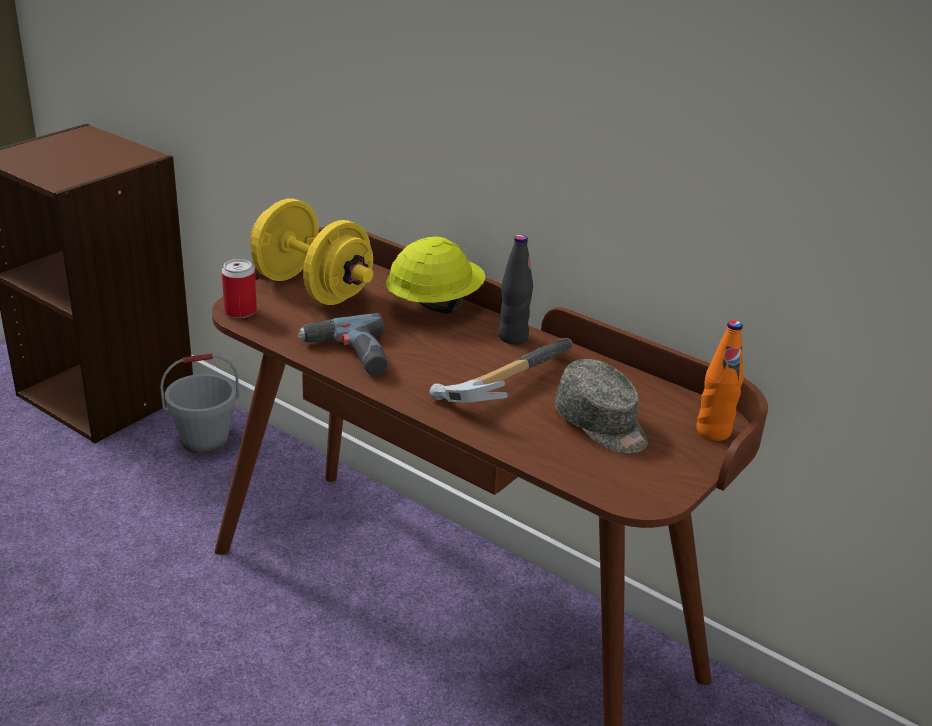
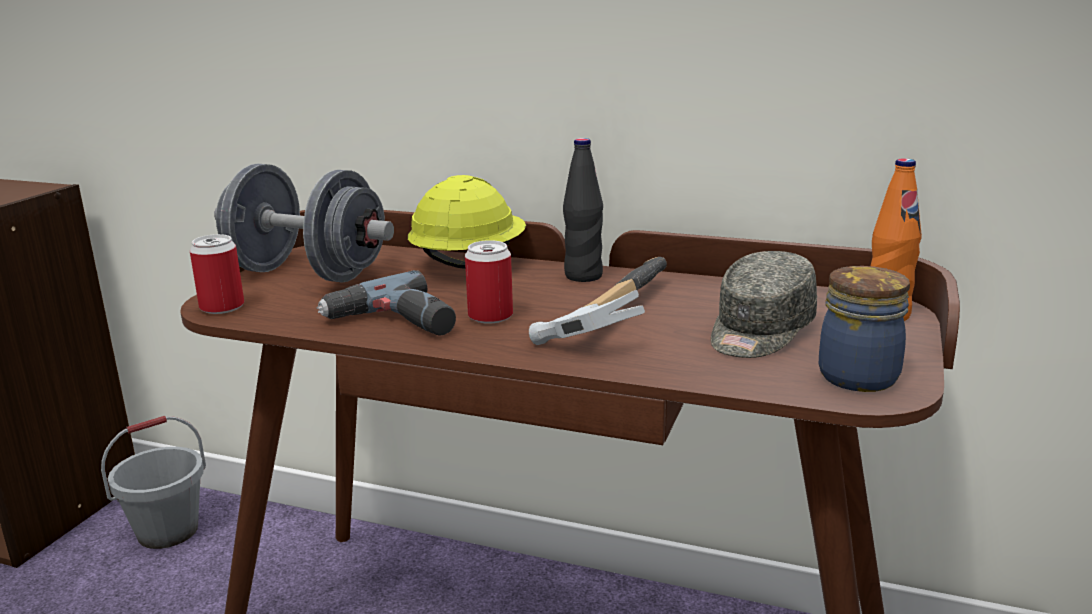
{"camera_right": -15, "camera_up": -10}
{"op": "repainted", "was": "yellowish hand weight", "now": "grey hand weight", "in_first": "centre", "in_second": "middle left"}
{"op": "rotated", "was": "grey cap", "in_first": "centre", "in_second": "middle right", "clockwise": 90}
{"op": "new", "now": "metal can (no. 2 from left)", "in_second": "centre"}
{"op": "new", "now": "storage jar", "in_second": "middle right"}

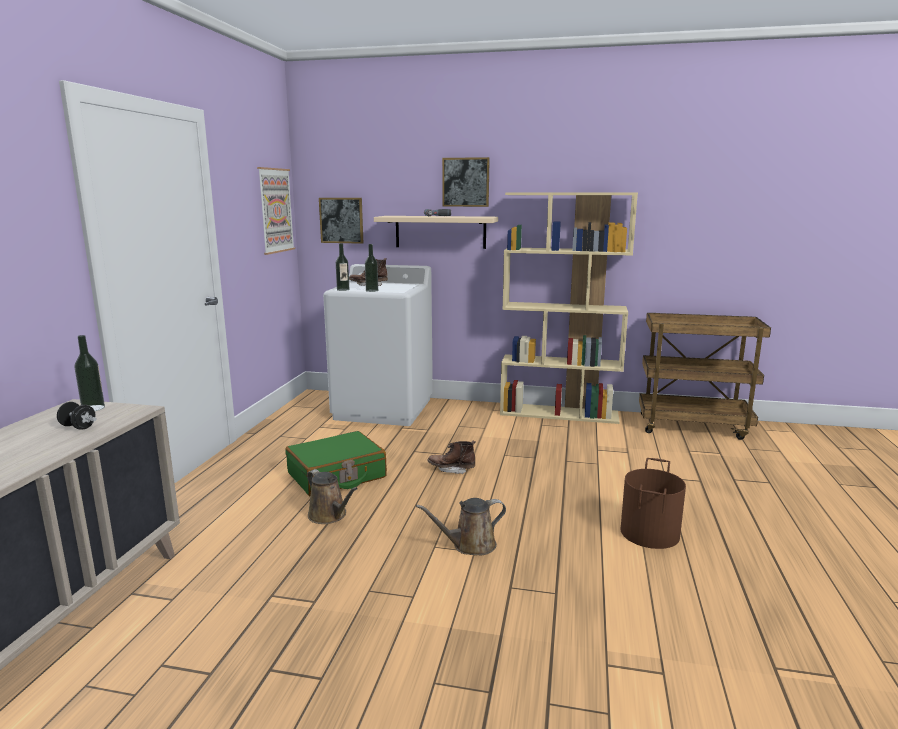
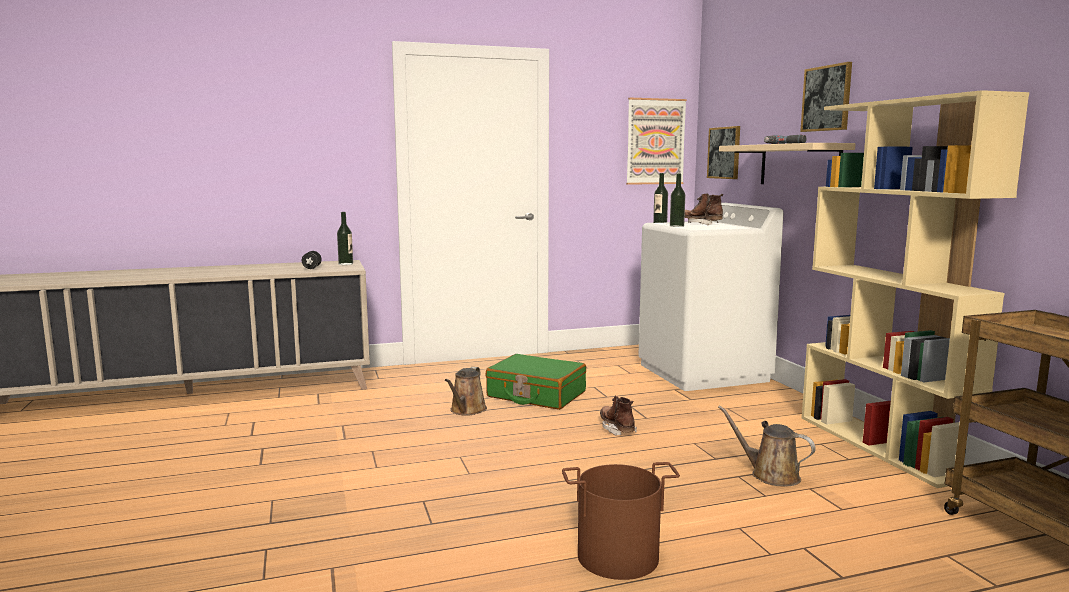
{"camera_right": 60, "camera_up": -5}
{"op": "shifted", "was": "brown sprinkling can (no. 2 from left)", "in_first": "bottom centre", "in_second": "bottom right"}

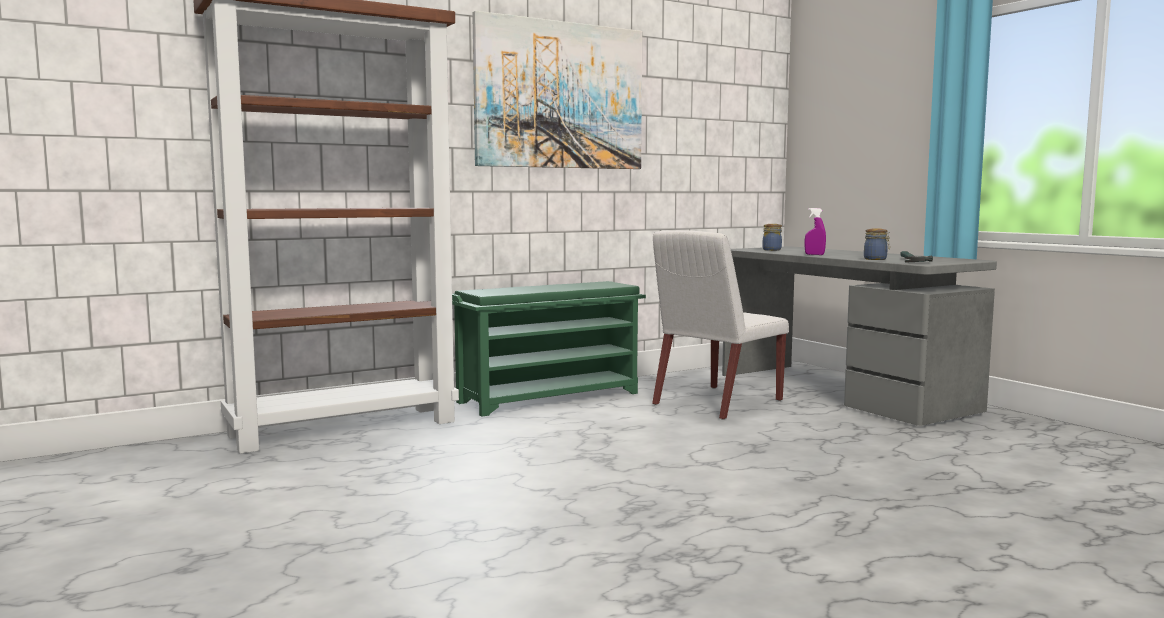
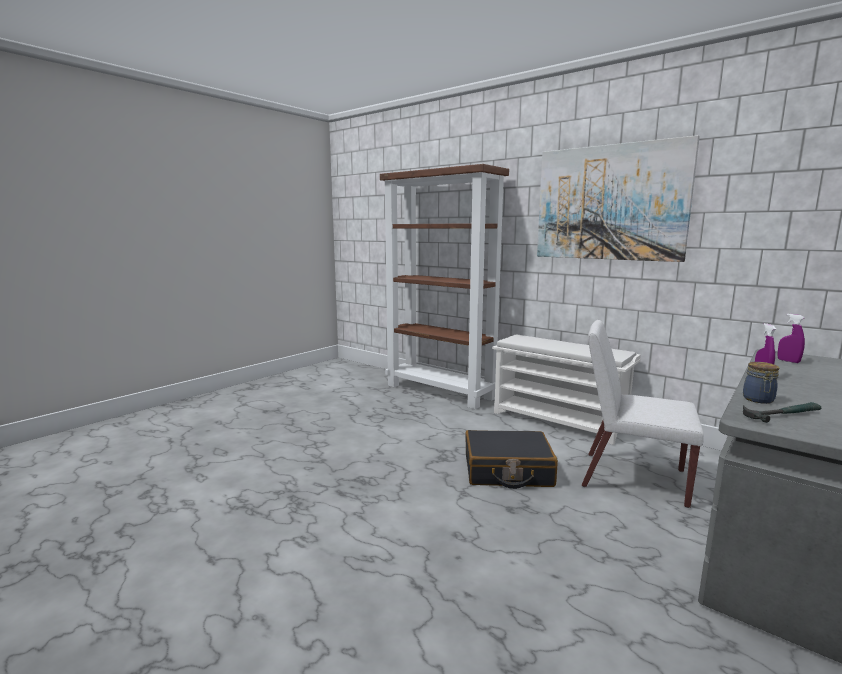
{"camera_right": 70, "camera_up": 5}
{"op": "repainted", "was": "green-coloured shoe rack", "now": "whitish shoe rack", "in_first": "centre", "in_second": "middle right"}
{"op": "swapped", "was": "storage jar (no. 1 from left)", "now": "purplish hand sprayer (no. 2 from left)", "in_first": "centre", "in_second": "middle right"}
{"op": "new", "now": "black piece of luggage", "in_second": "bottom centre"}

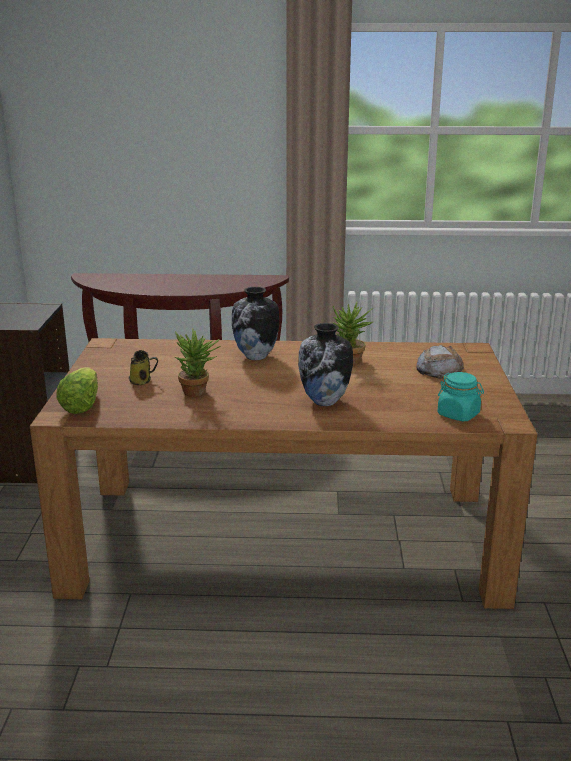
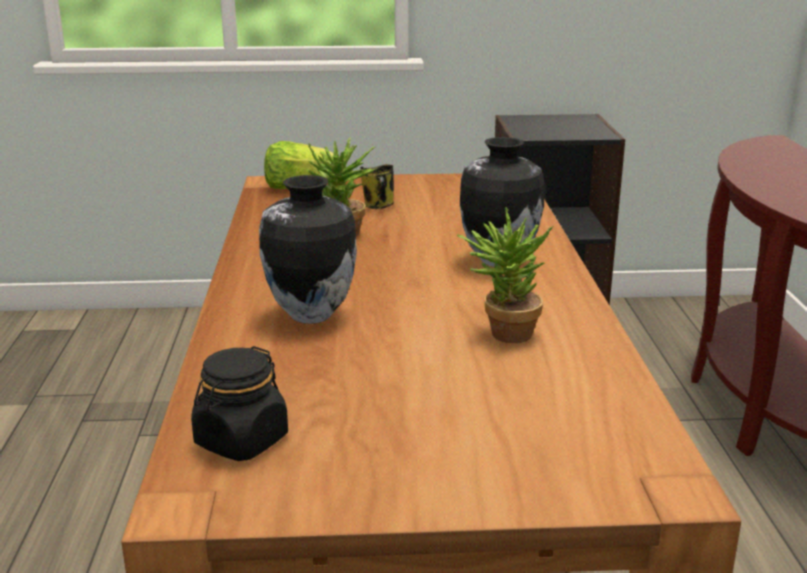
{"camera_right": 85, "camera_up": 0}
{"op": "gone", "was": "baked bread", "in_first": "middle right"}
{"op": "repainted", "was": "blue-green storage jar", "now": "black storage jar", "in_first": "middle right", "in_second": "bottom left"}

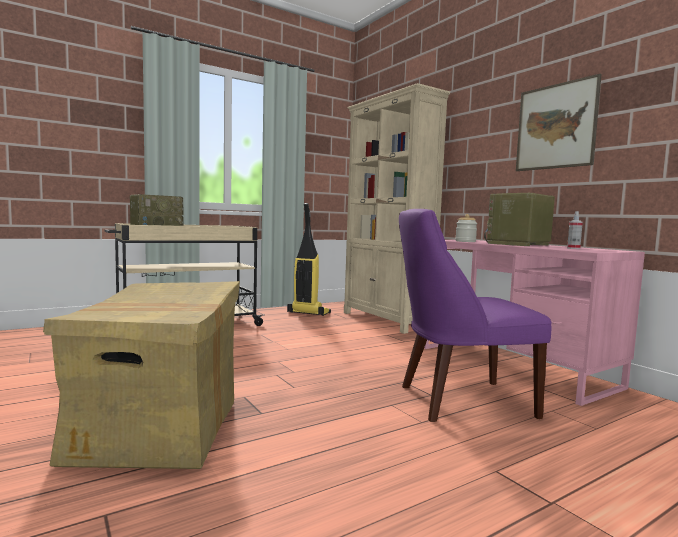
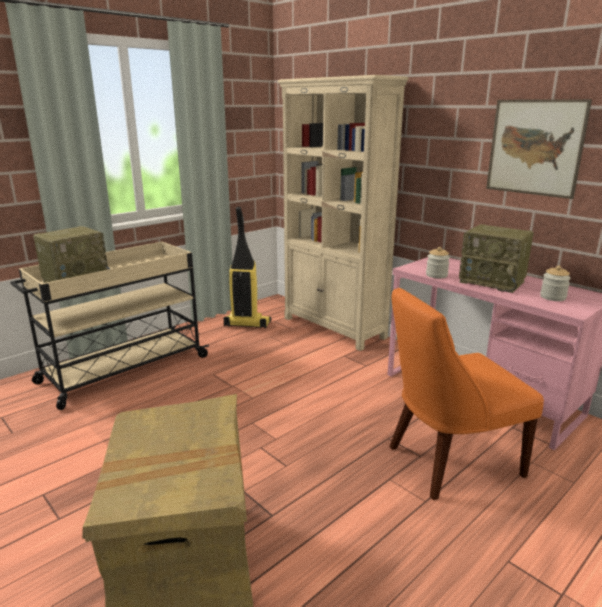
{"camera_right": -10, "camera_up": 15}
{"op": "repainted", "was": "purplish plain chair", "now": "orange-coloured plain chair", "in_first": "middle right", "in_second": "middle right"}
{"op": "rotated", "was": "radio receiver (no. 2 from left)", "in_first": "middle right", "in_second": "middle right", "clockwise": -90}
{"op": "swapped", "was": "hand sprayer", "now": "storage jar (no. 2 from left)", "in_first": "middle right", "in_second": "middle right"}

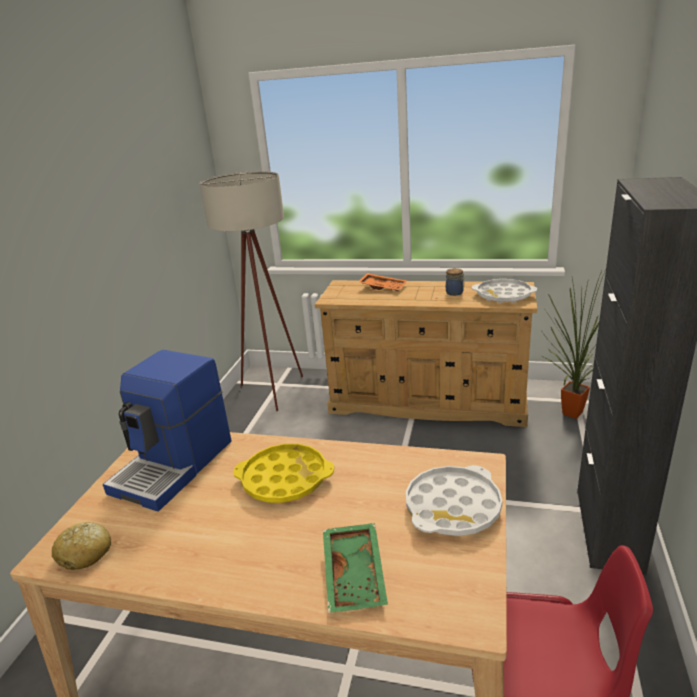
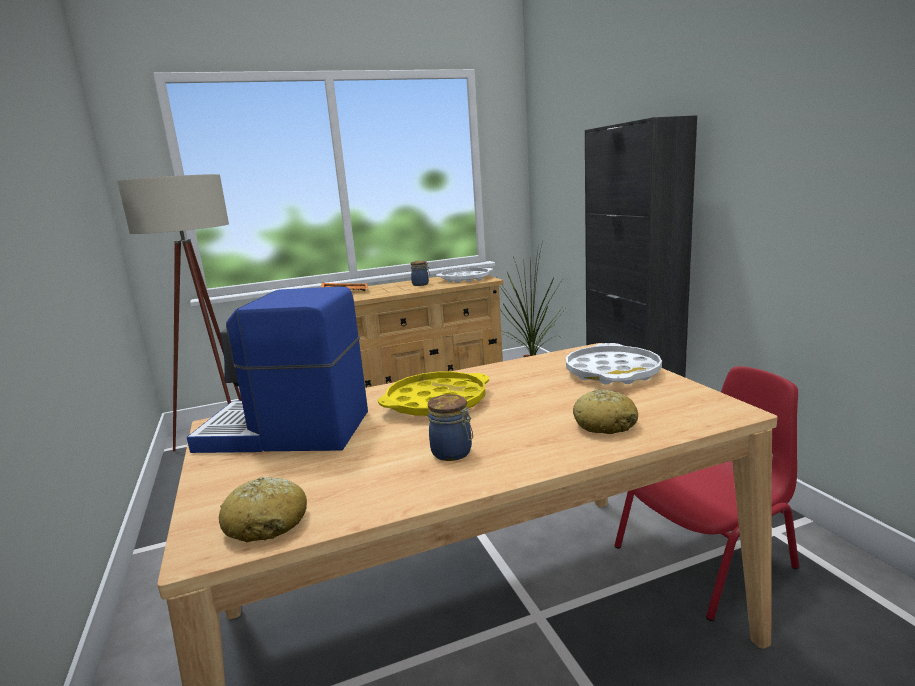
{"camera_right": -35, "camera_up": -10}
{"op": "rotated", "was": "coffee machine", "in_first": "middle left", "in_second": "middle left", "clockwise": 105}
{"op": "swapped", "was": "green-coloured carrying tray", "now": "baked bread (no. 2 from left)", "in_first": "bottom centre", "in_second": "centre"}
{"op": "new", "now": "storage jar (no. 2 from left)", "in_second": "centre"}

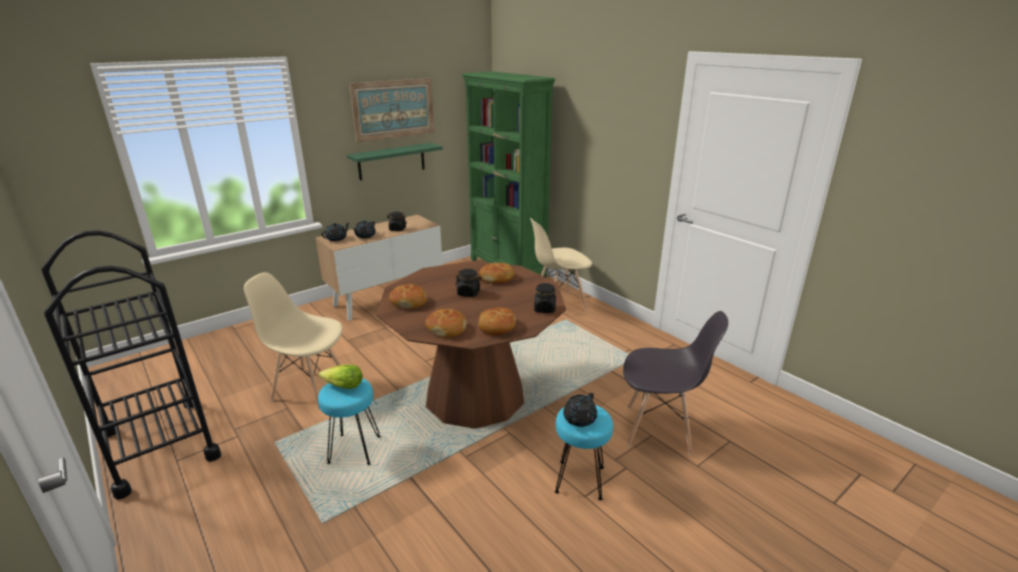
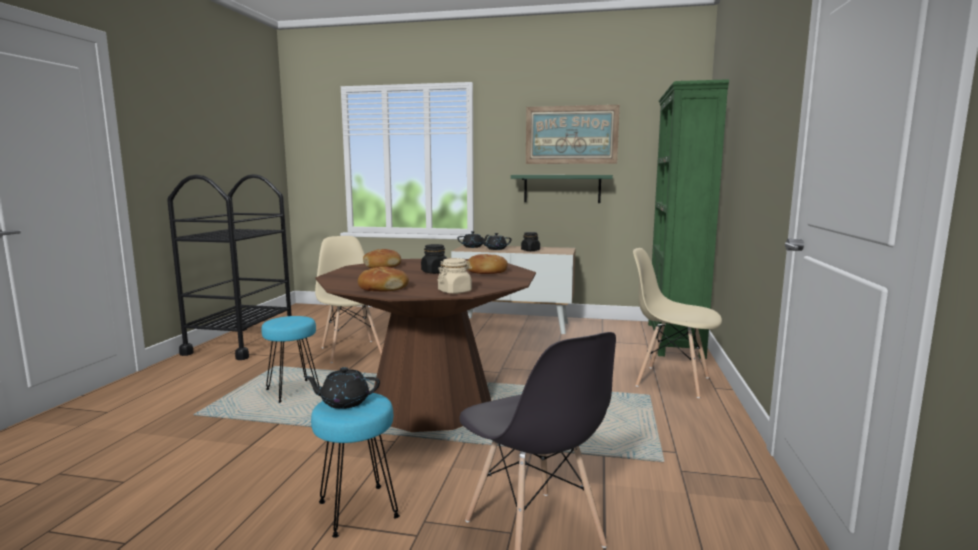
{"camera_right": 50, "camera_up": -15}
{"op": "gone", "was": "lettuce", "in_first": "centre"}
{"op": "gone", "was": "baked bread (no. 2 from left)", "in_first": "centre"}
{"op": "repainted", "was": "black storage jar (no. 3 from left)", "now": "beige storage jar", "in_first": "centre", "in_second": "centre"}

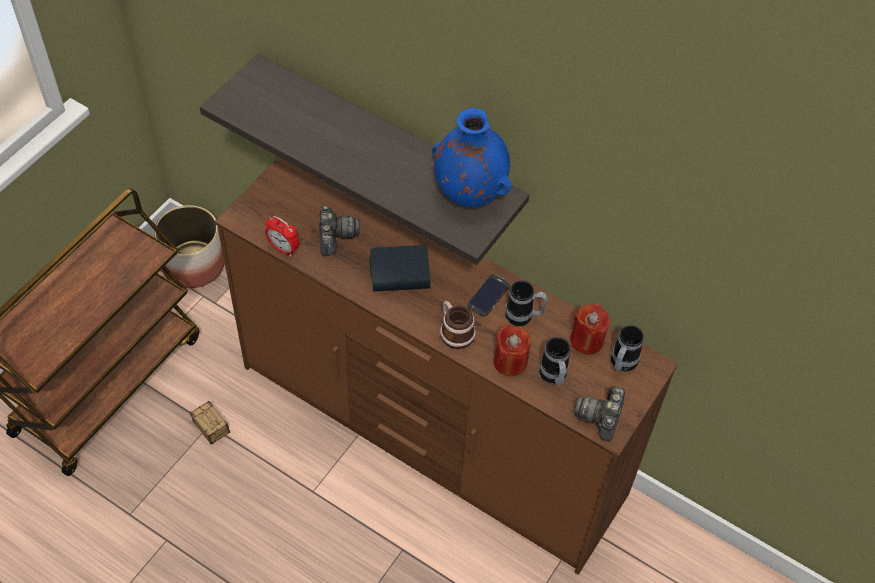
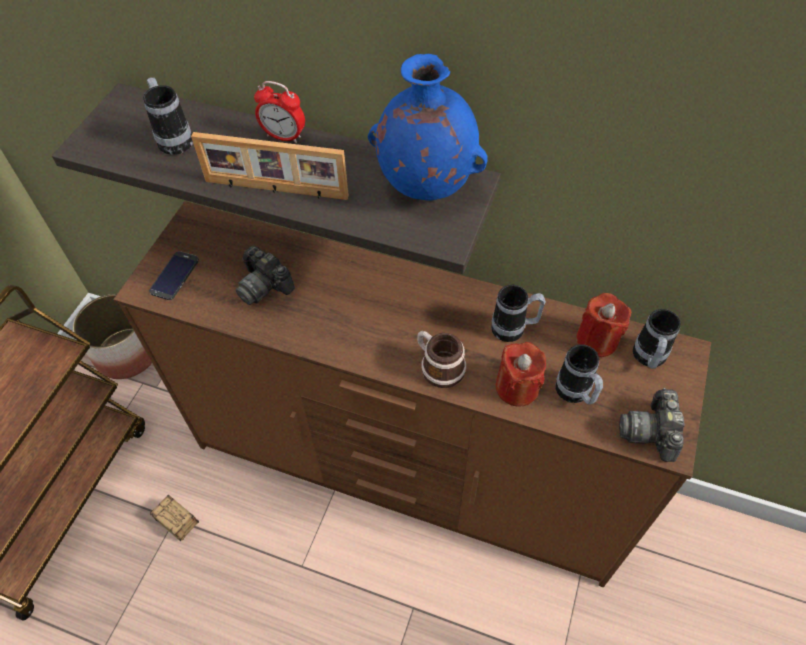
{"camera_right": -10, "camera_up": 0}
{"op": "shifted", "was": "table clock", "in_first": "middle left", "in_second": "top centre"}
{"op": "rotated", "was": "photo camera (no. 1 from left)", "in_first": "centre", "in_second": "middle left", "clockwise": 150}
{"op": "gone", "was": "bound book", "in_first": "centre"}
{"op": "shifted", "was": "telephone", "in_first": "centre", "in_second": "middle left"}
{"op": "new", "now": "coffee mug (no. 1 from left)", "in_second": "top left"}
{"op": "new", "now": "photo frame", "in_second": "top centre"}

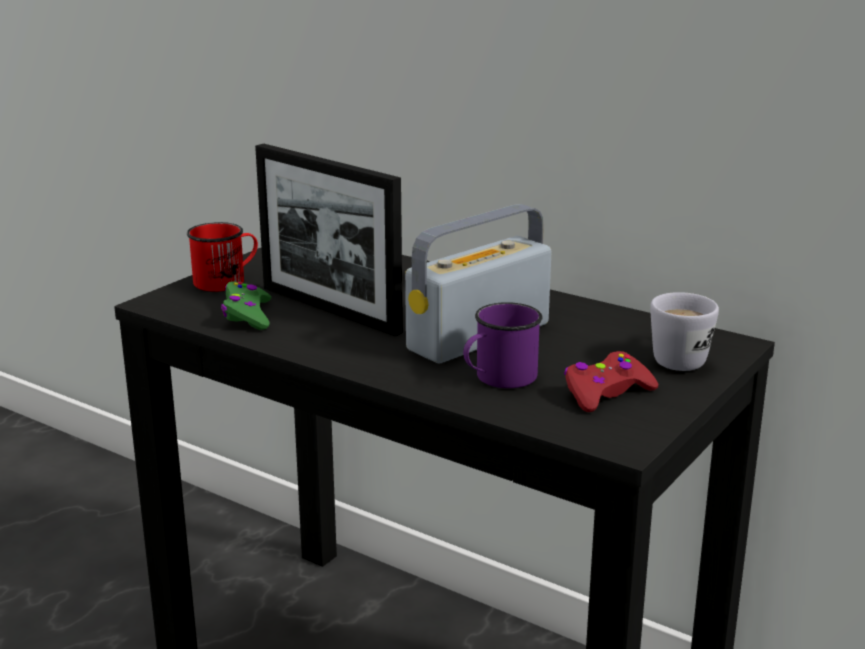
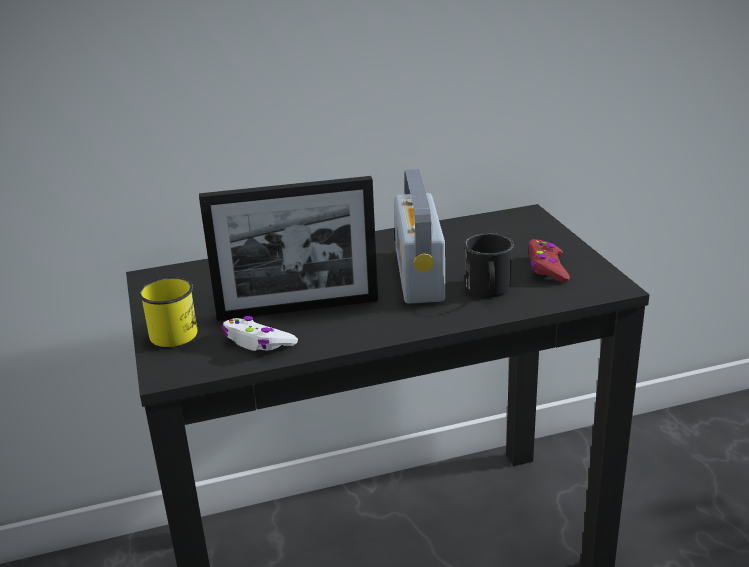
{"camera_right": -50, "camera_up": 5}
{"op": "repainted", "was": "red coffee mug", "now": "yellowish coffee mug", "in_first": "middle left", "in_second": "middle left"}
{"op": "repainted", "was": "green-coloured joypad", "now": "whitish joypad", "in_first": "middle left", "in_second": "centre"}
{"op": "repainted", "was": "purplish coffee mug", "now": "black coffee mug", "in_first": "centre", "in_second": "centre"}
{"op": "gone", "was": "whitish coffee mug", "in_first": "middle right"}

